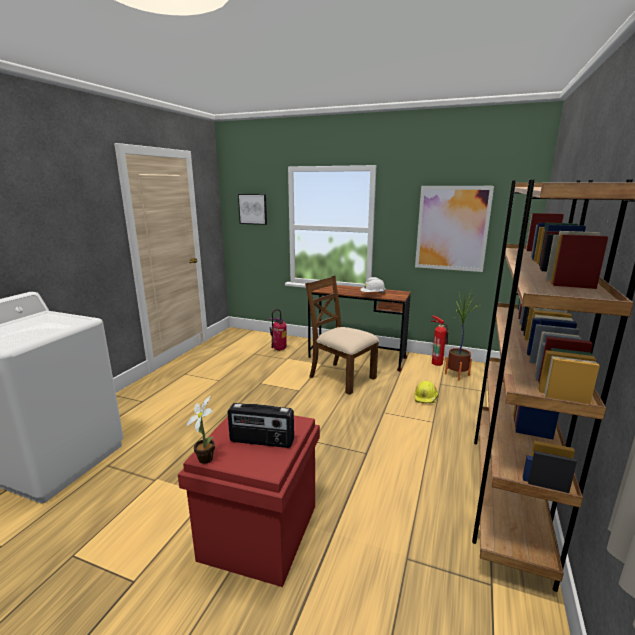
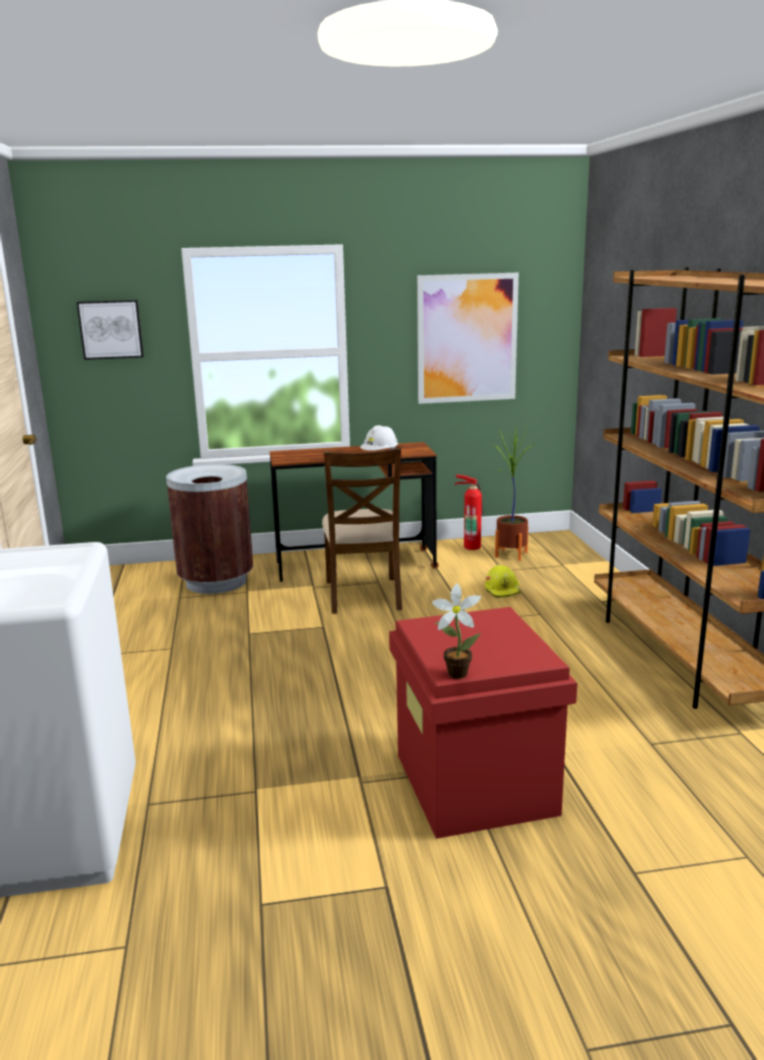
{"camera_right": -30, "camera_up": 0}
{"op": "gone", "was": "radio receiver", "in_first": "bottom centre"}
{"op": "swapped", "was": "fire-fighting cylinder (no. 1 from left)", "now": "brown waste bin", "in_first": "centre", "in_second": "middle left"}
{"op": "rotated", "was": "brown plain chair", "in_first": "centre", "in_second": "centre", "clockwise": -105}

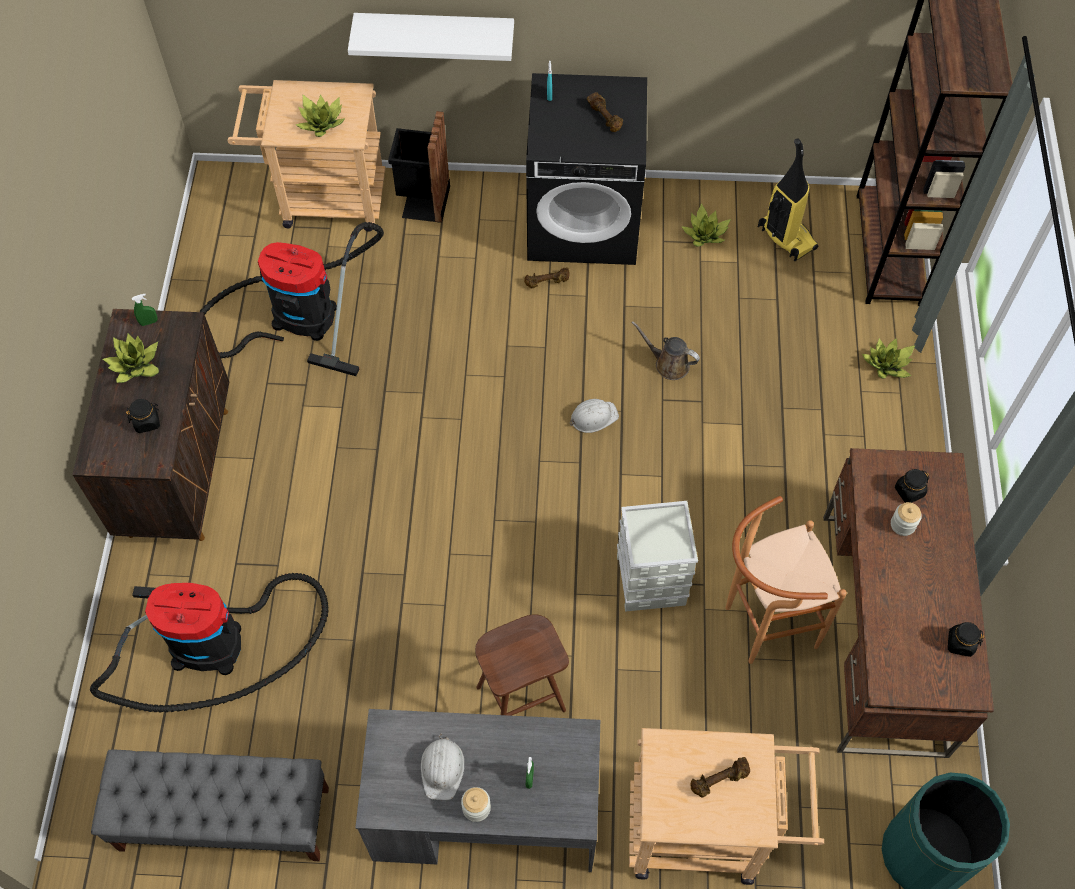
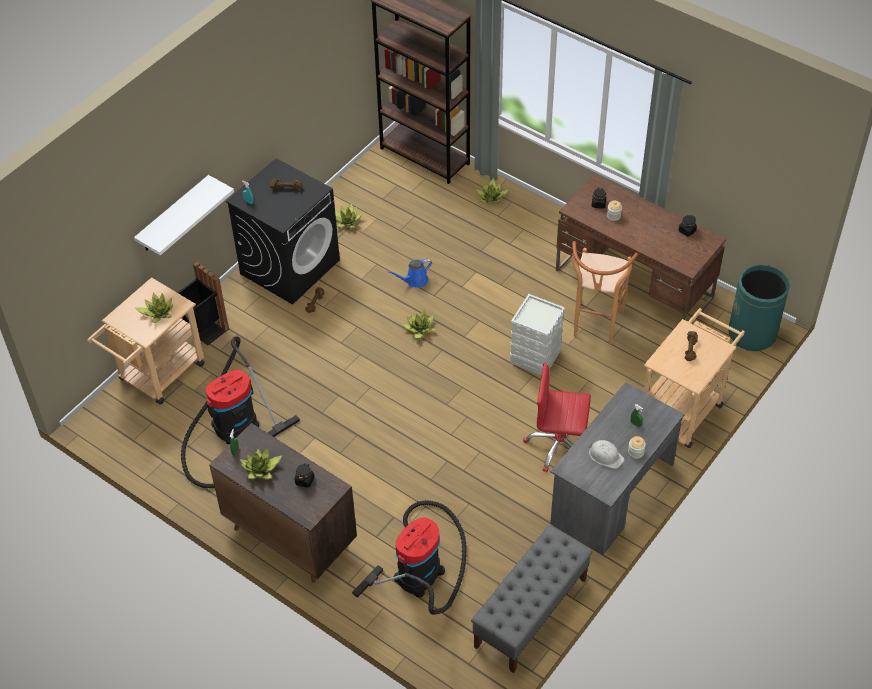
{"camera_right": -55, "camera_up": -10}
{"op": "swapped", "was": "brown stool seat (no. 1 from left)", "now": "red desk chair", "in_first": "bottom centre", "in_second": "centre"}
{"op": "swapped", "was": "whitish hard hat (no. 2 from left)", "now": "potted plant (no. 4 from left)", "in_first": "centre", "in_second": "centre"}
{"op": "repainted", "was": "brown sprinkling can", "now": "bluish sprinkling can", "in_first": "centre", "in_second": "centre"}
{"op": "gone", "was": "vacuum (no. 3 from left)", "in_first": "top right"}

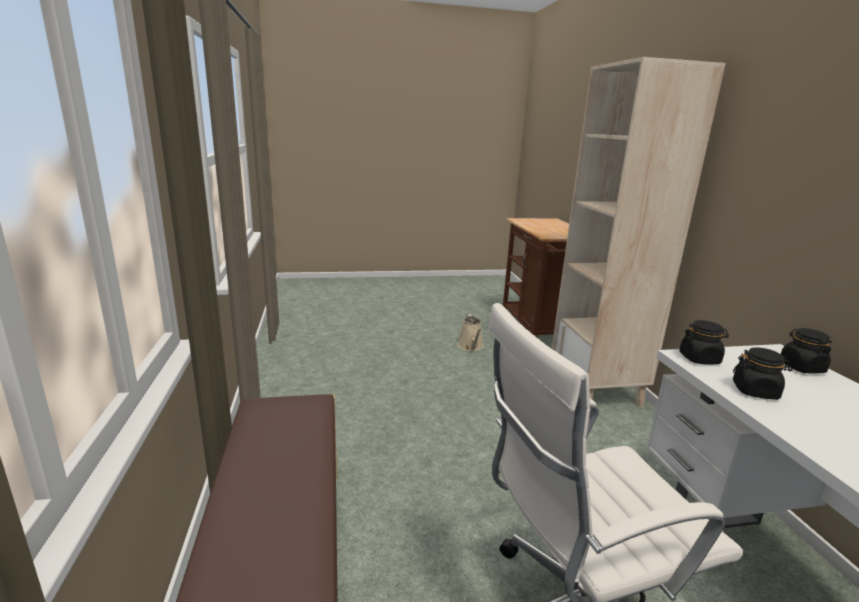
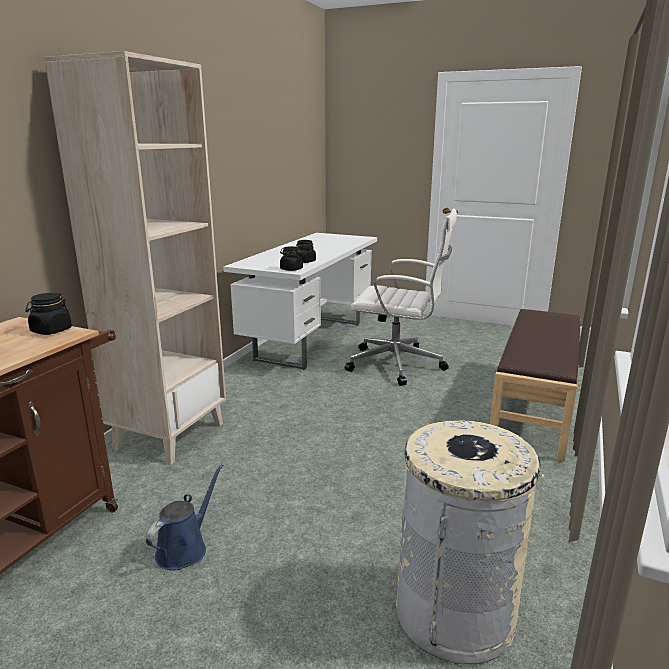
{"camera_right": -145, "camera_up": 0}
{"op": "repainted", "was": "beige sprinkling can", "now": "bluish sprinkling can", "in_first": "centre", "in_second": "bottom left"}
{"op": "shifted", "was": "black storage jar (no. 3 from left in the first image)", "now": "black storage jar (no. 1 from left)", "in_first": "middle right", "in_second": "middle left"}
{"op": "new", "now": "beige waste bin", "in_second": "bottom right"}

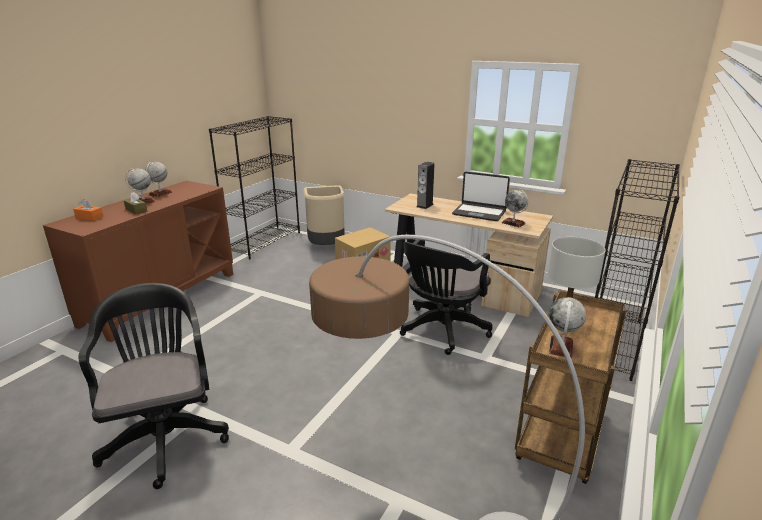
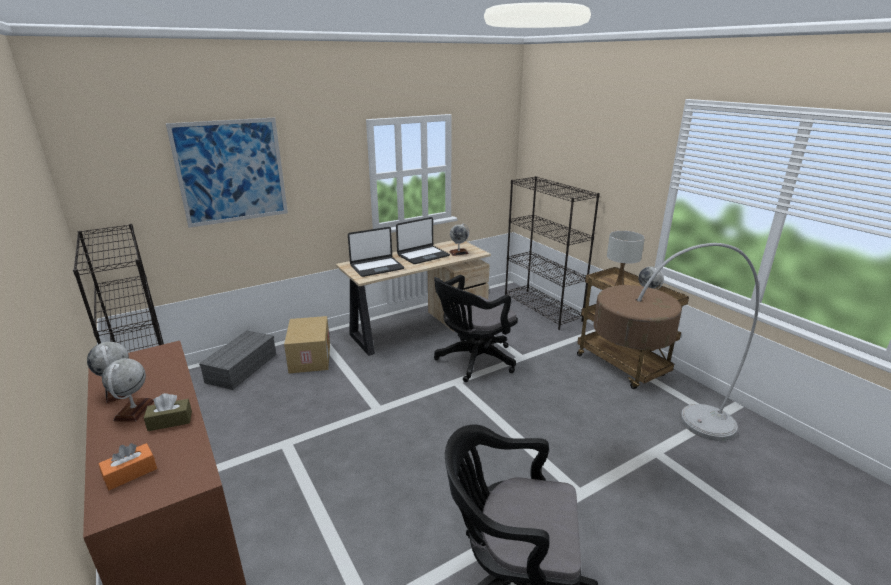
{"camera_right": -60, "camera_up": 0}
{"op": "swapped", "was": "beige waste bin", "now": "grey storage container", "in_first": "centre", "in_second": "middle left"}
{"op": "rotated", "was": "black desk chair (no. 2 from left in the first image)", "in_first": "centre", "in_second": "centre", "clockwise": 75}
{"op": "swapped", "was": "loudspeaker", "now": "portable computer (no. 1 from left)", "in_first": "centre", "in_second": "centre"}
{"op": "new", "now": "wall picture", "in_second": "top left"}

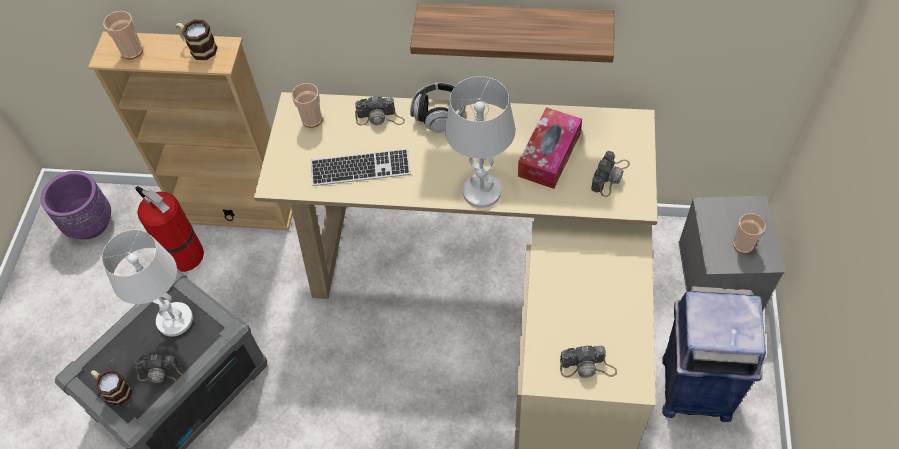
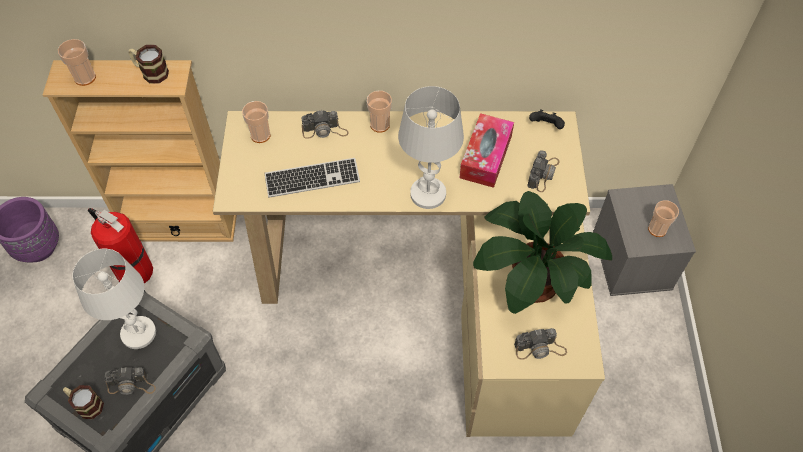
{"camera_right": -10, "camera_up": 0}
{"op": "gone", "was": "shelf", "in_first": "top centre"}
{"op": "swapped", "was": "headset", "now": "drinking cup (no. 3 from left)", "in_first": "top centre", "in_second": "top centre"}
{"op": "gone", "was": "bluish waste bin", "in_first": "bottom right"}
{"op": "new", "now": "potted plant", "in_second": "middle right"}
{"op": "new", "now": "black joypad", "in_second": "top right"}

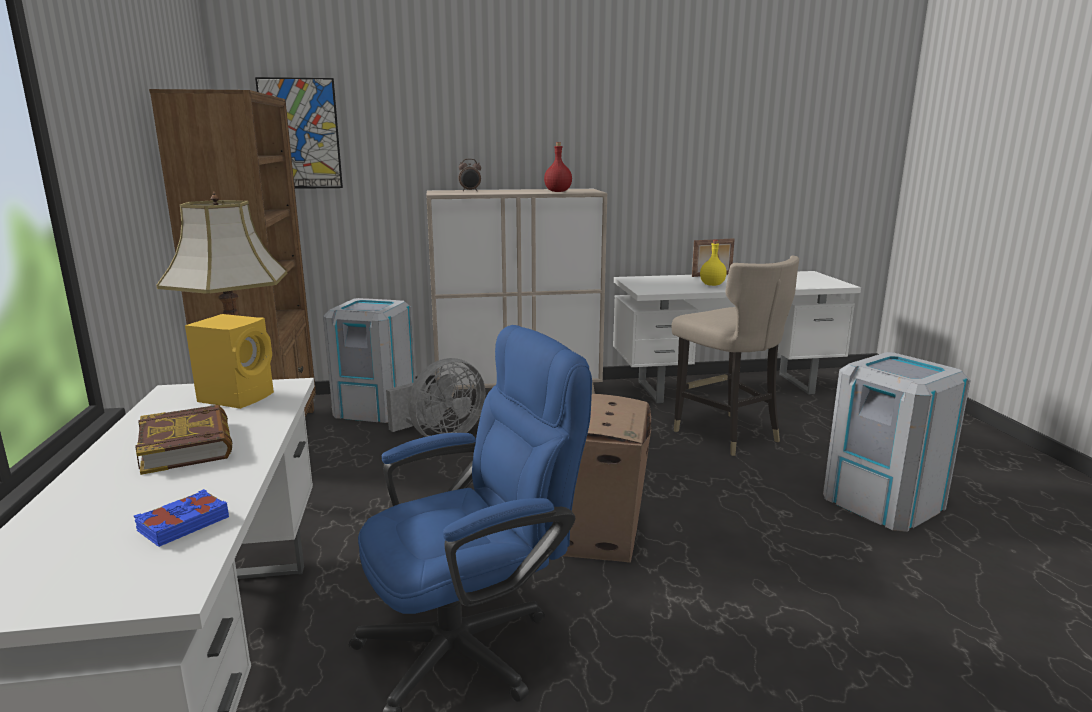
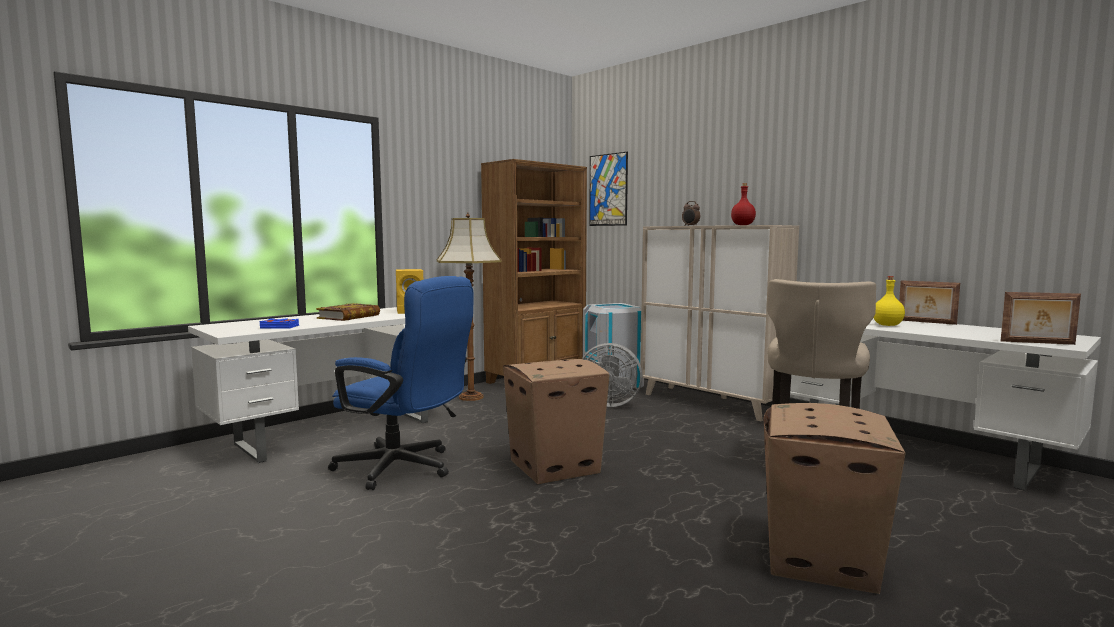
{"camera_right": 55, "camera_up": -10}
{"op": "swapped", "was": "grey waste bin (no. 2 from left)", "now": "carton (no. 2 from left)", "in_first": "middle right", "in_second": "bottom right"}
{"op": "new", "now": "photo frame (no. 2 from left)", "in_second": "middle right"}

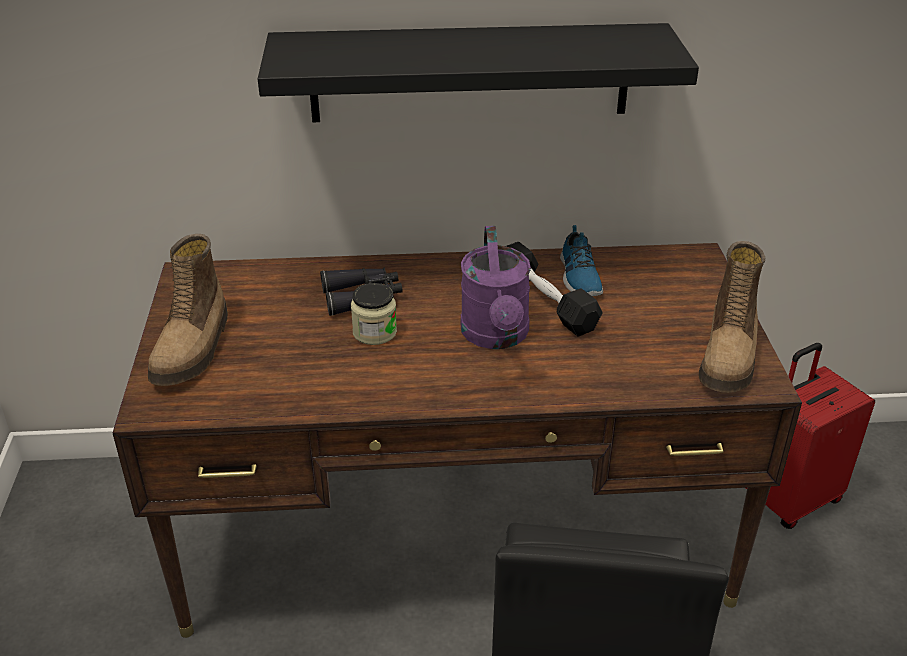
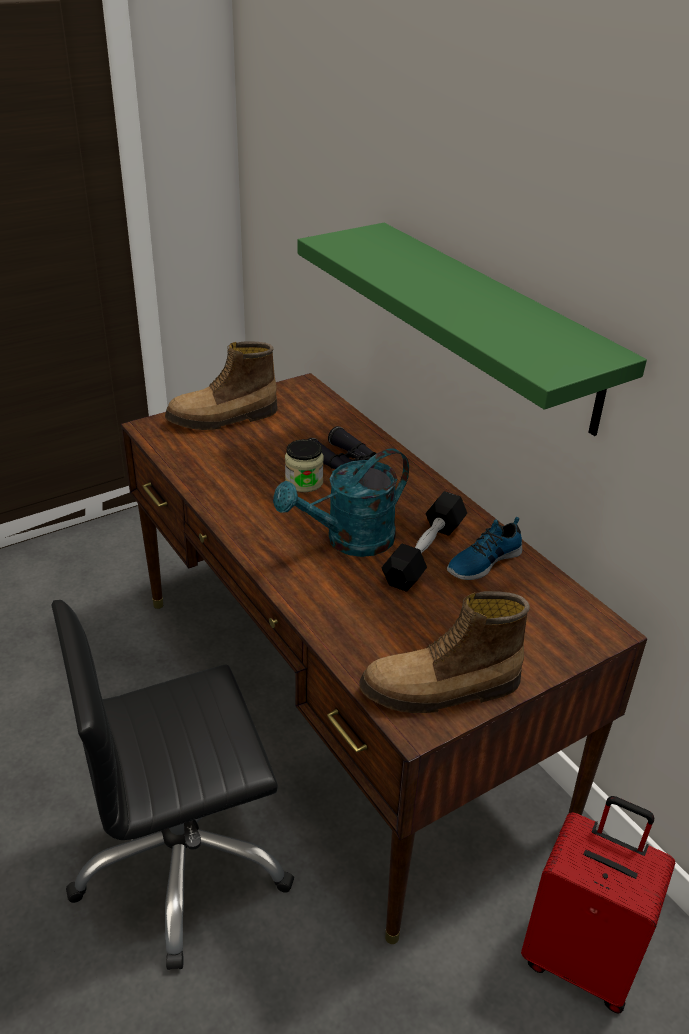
{"camera_right": 60, "camera_up": 0}
{"op": "repainted", "was": "black shelf", "now": "green-coloured shelf", "in_first": "top centre", "in_second": "top right"}
{"op": "repainted", "was": "purplish sprinkling can", "now": "blue-green sprinkling can", "in_first": "centre", "in_second": "centre"}

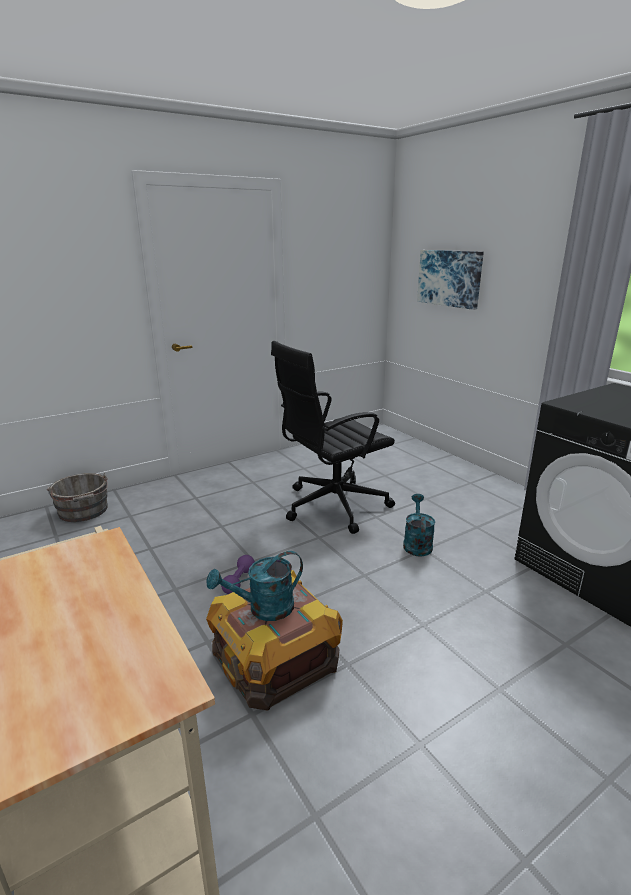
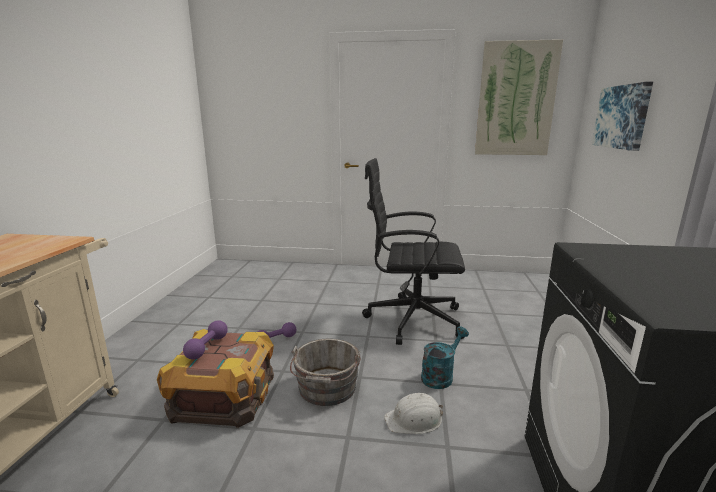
{"camera_right": 40, "camera_up": -5}
{"op": "shifted", "was": "grey bucket", "in_first": "middle left", "in_second": "bottom centre"}
{"op": "swapped", "was": "blue-green sprinkling can (no. 1 from left)", "now": "purplish hand weight (no. 1 from left)", "in_first": "centre", "in_second": "bottom left"}
{"op": "new", "now": "whitish hard hat", "in_second": "bottom centre"}
{"op": "new", "now": "wall picture (no. 1 from left)", "in_second": "top right"}

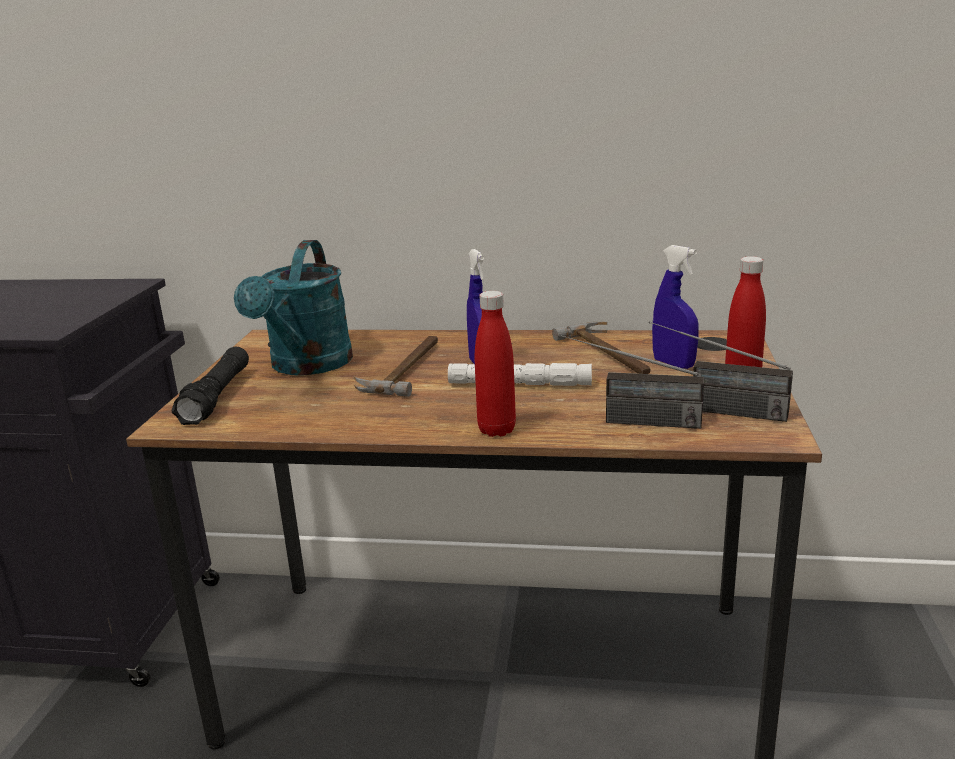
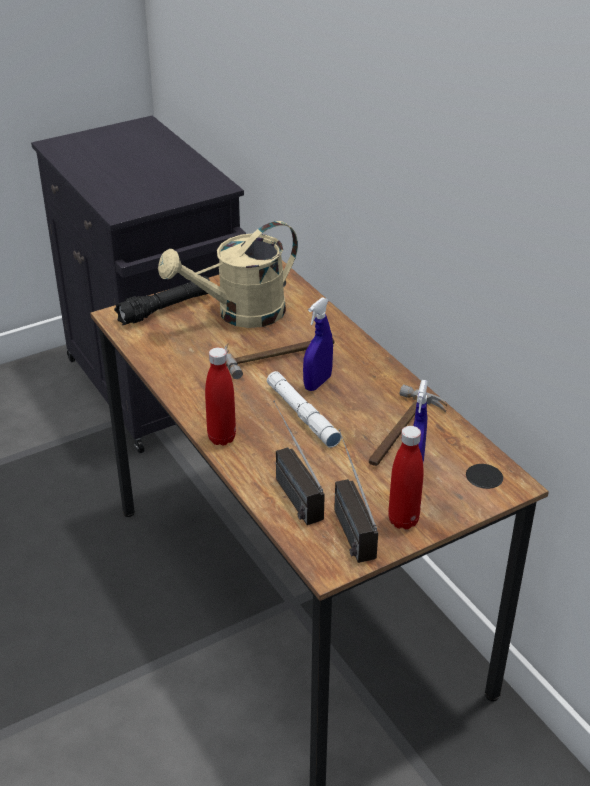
{"camera_right": 50, "camera_up": 15}
{"op": "repainted", "was": "blue-green sprinkling can", "now": "beige sprinkling can", "in_first": "middle left", "in_second": "centre"}

